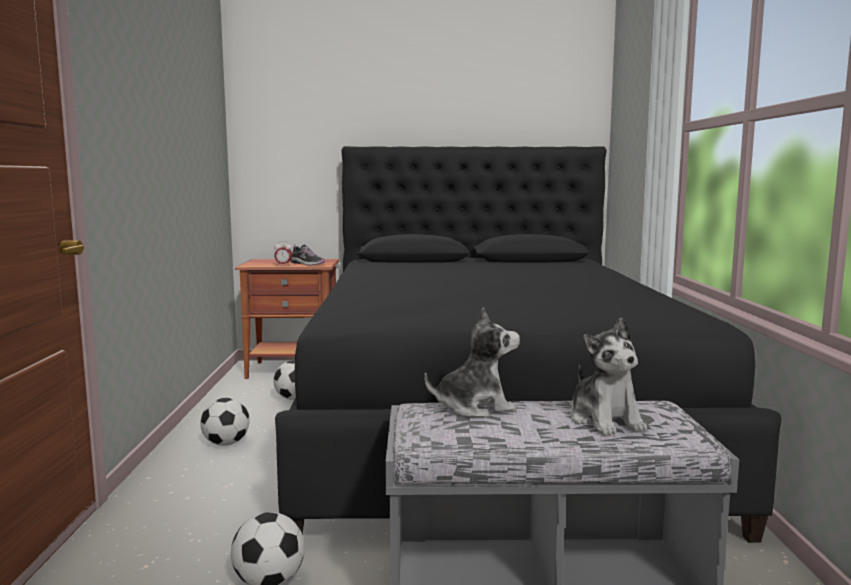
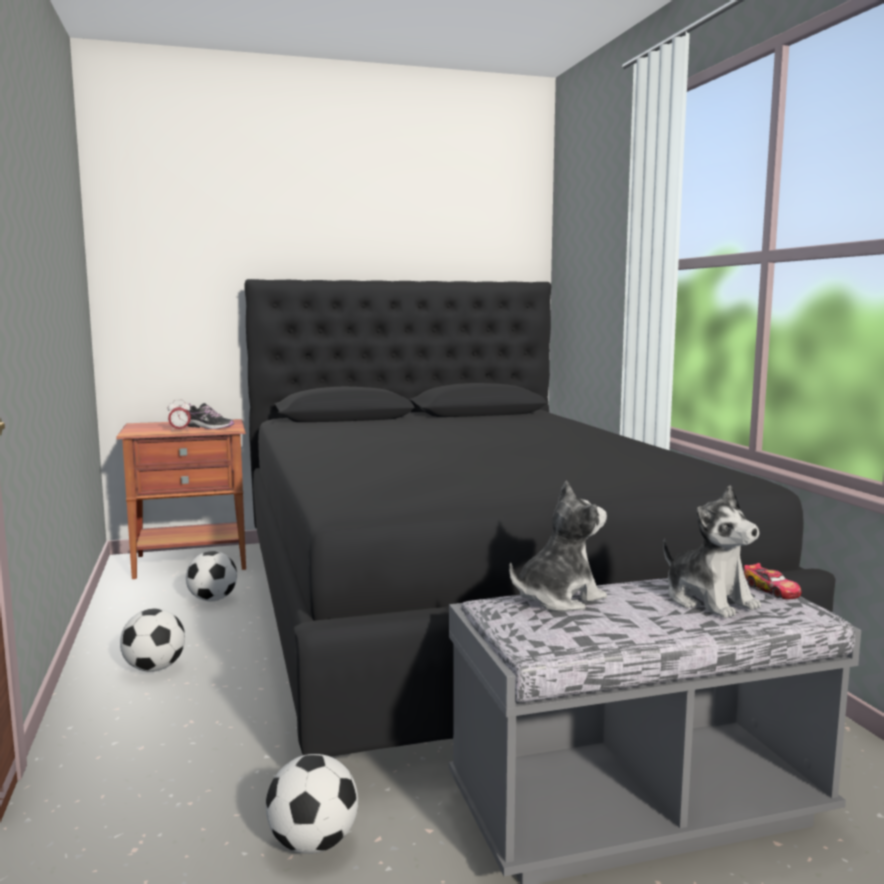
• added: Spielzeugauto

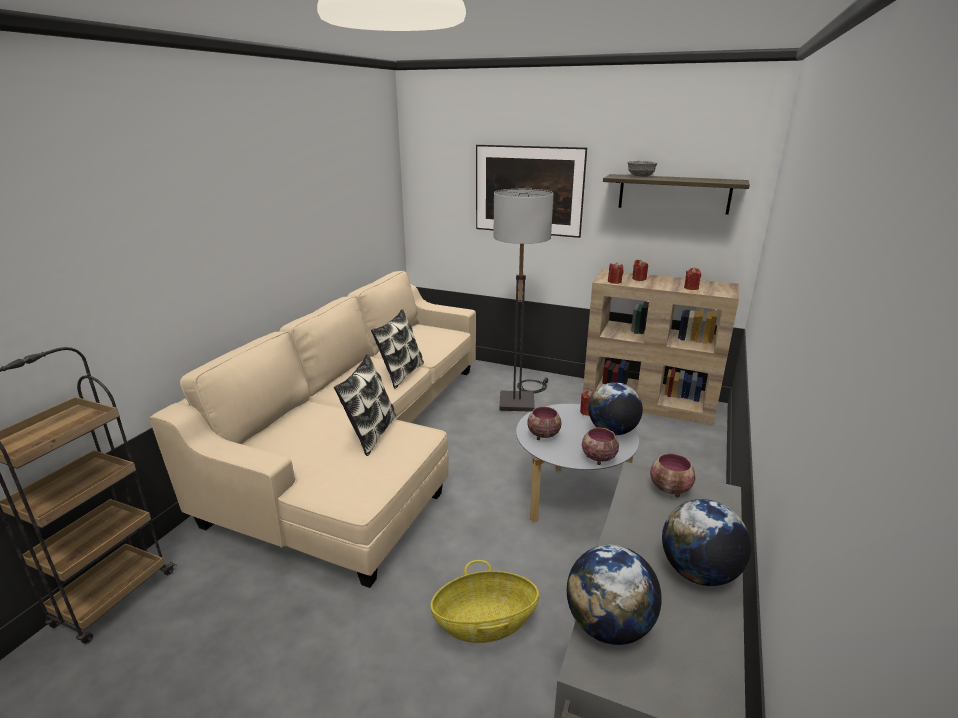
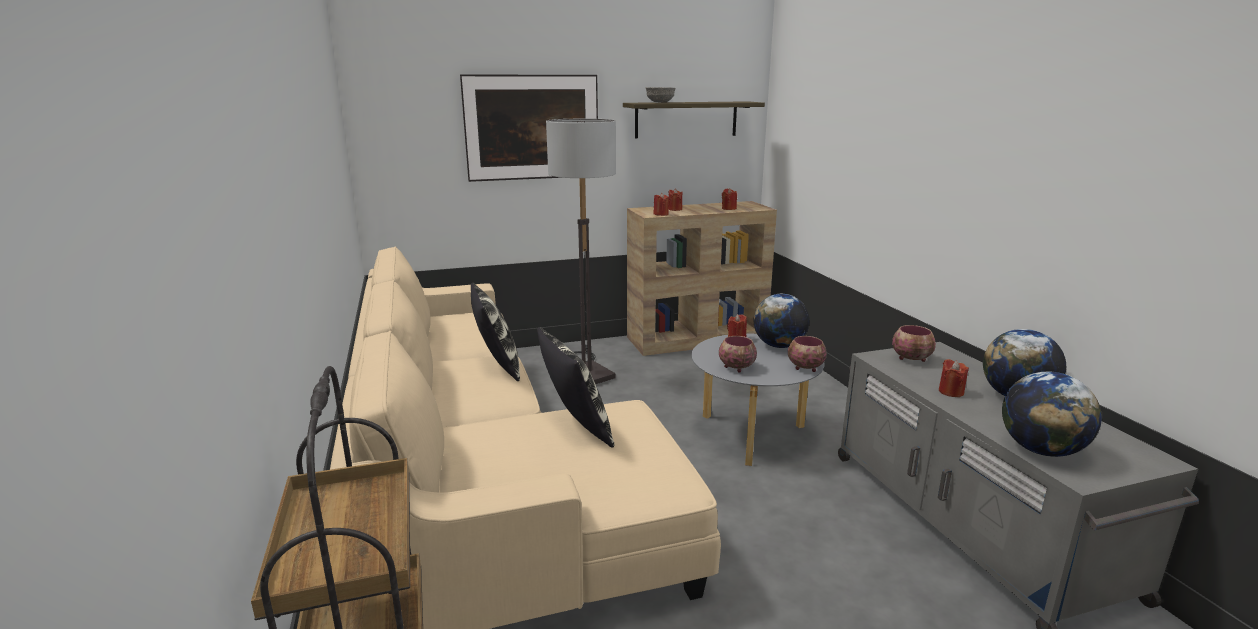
• added: Kerze (rot) (5th from left)
• removed: Korb

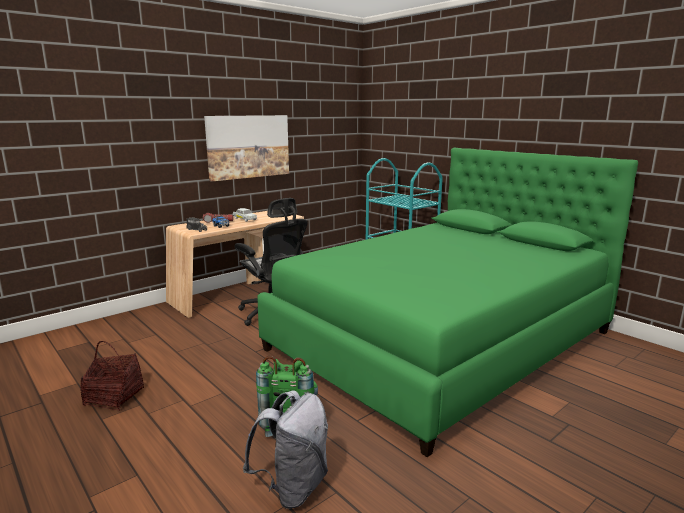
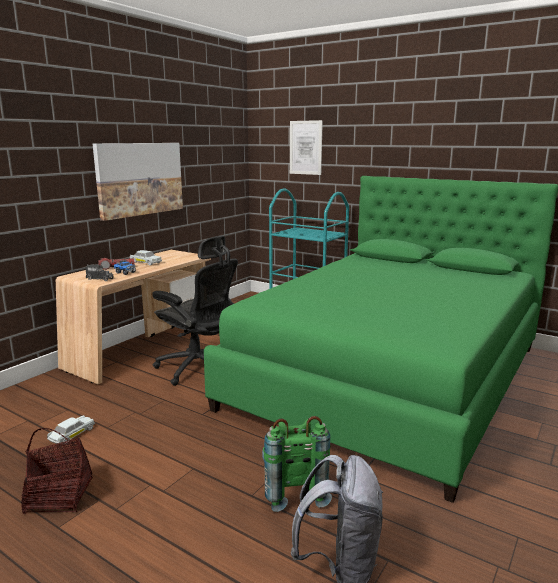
• added: Spielzeugauto (weiß) (1st from left)
• added: Bild (2nd from left)

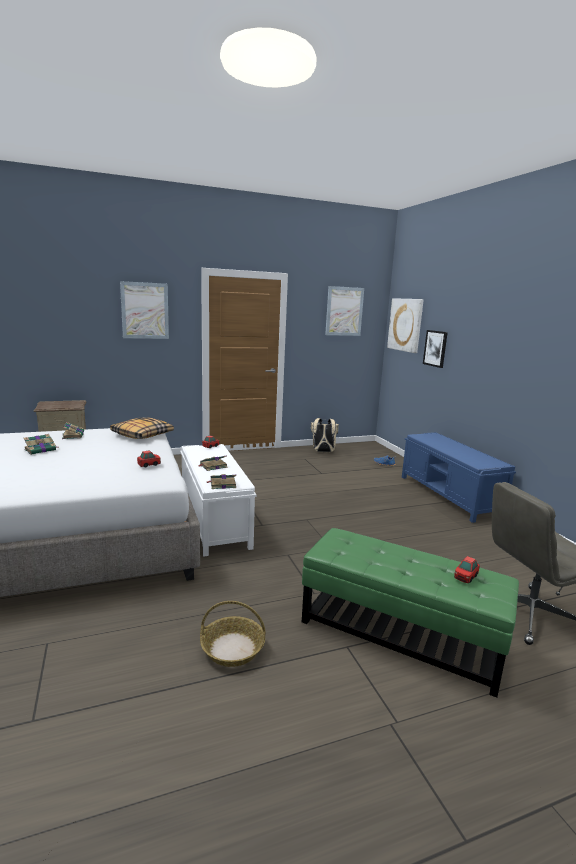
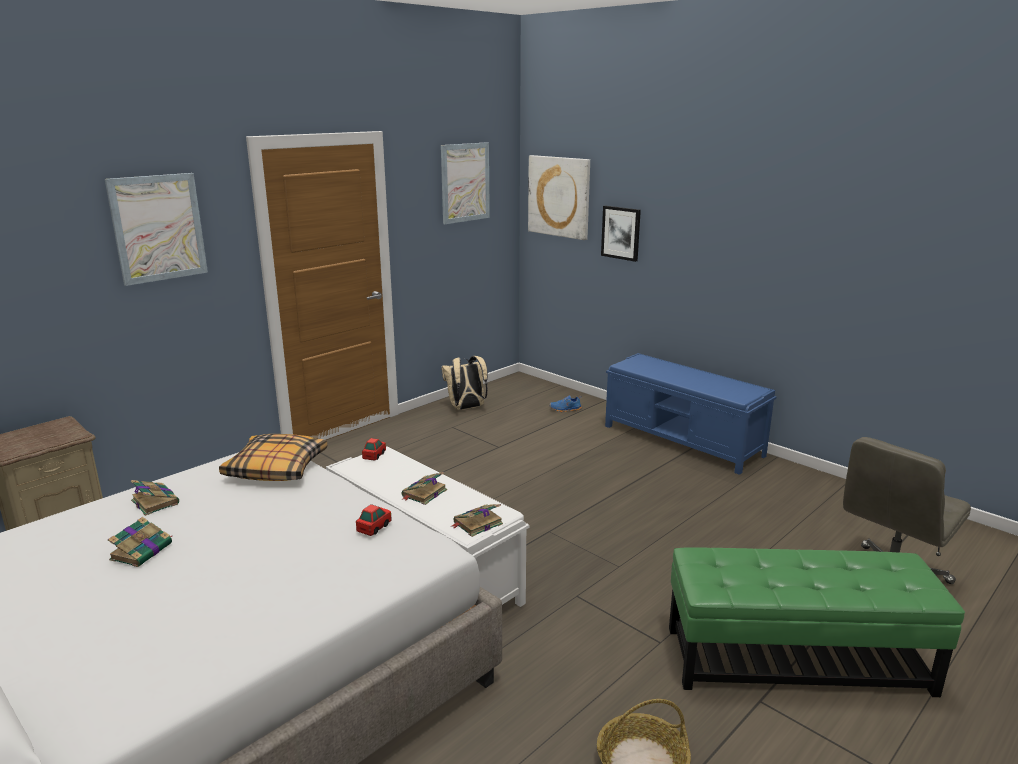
• removed: Spielzeugauto (3rd from left)

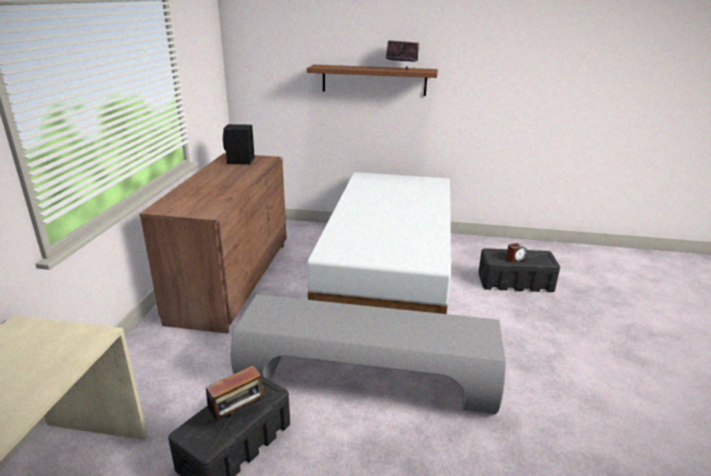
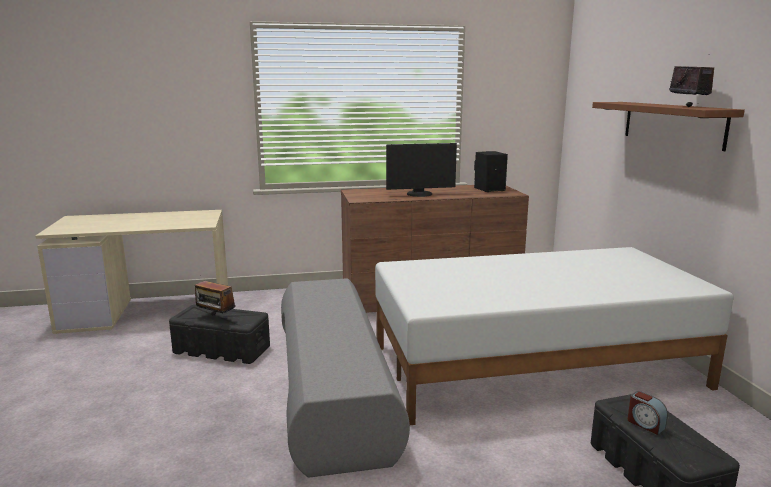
• added: Monitor

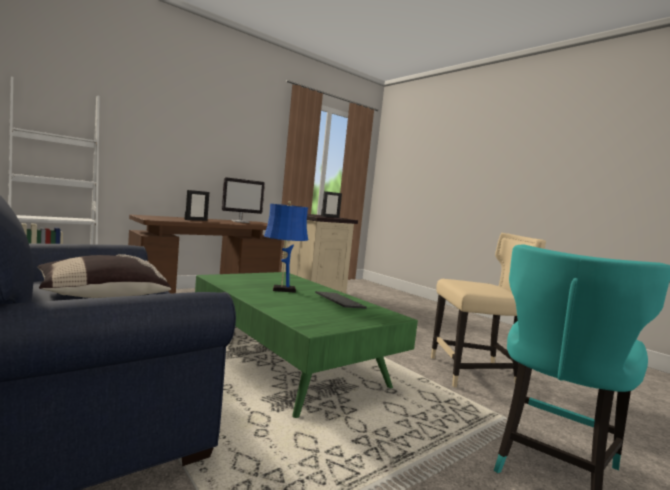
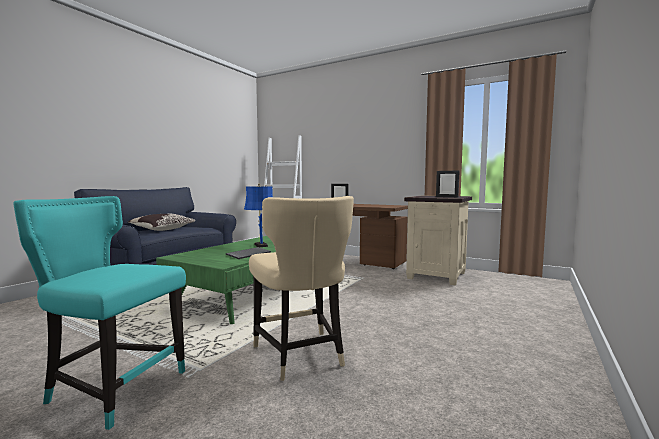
• removed: Monitor

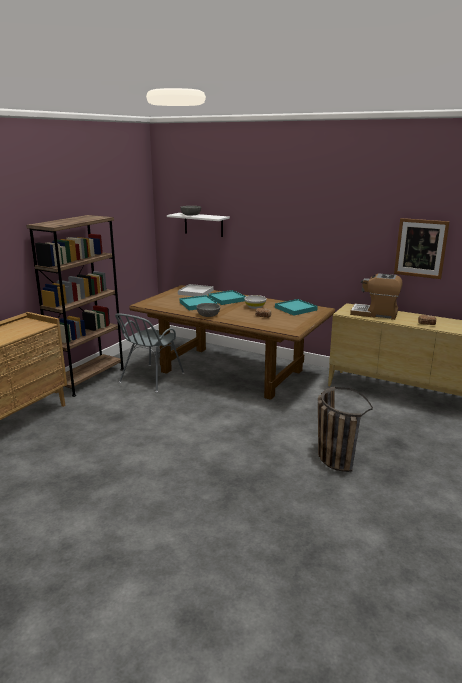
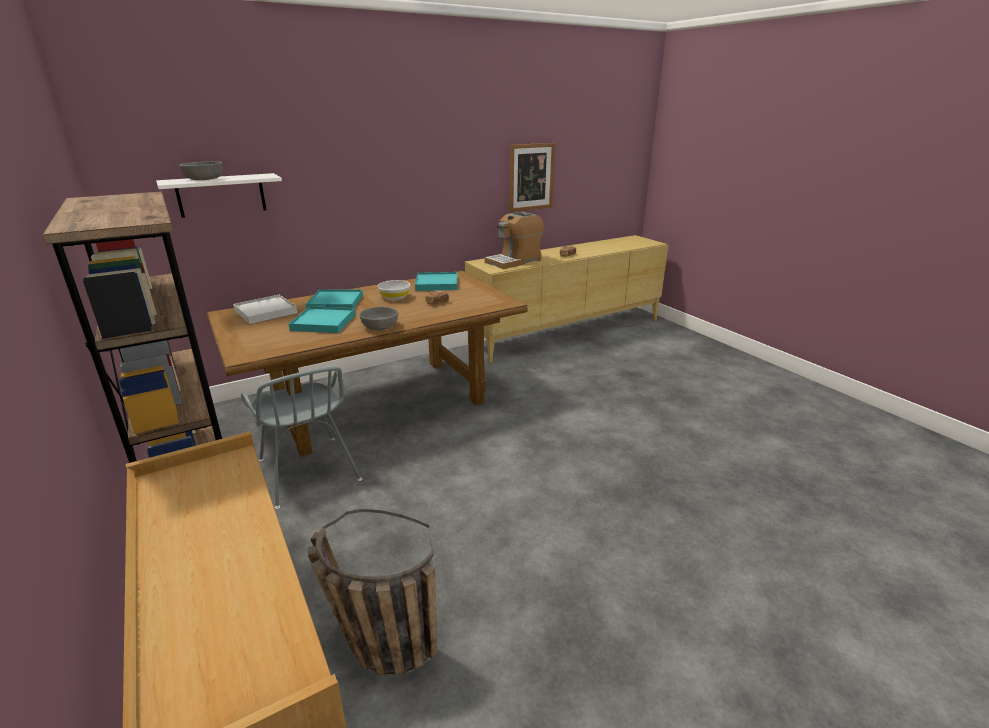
• moved: Korb

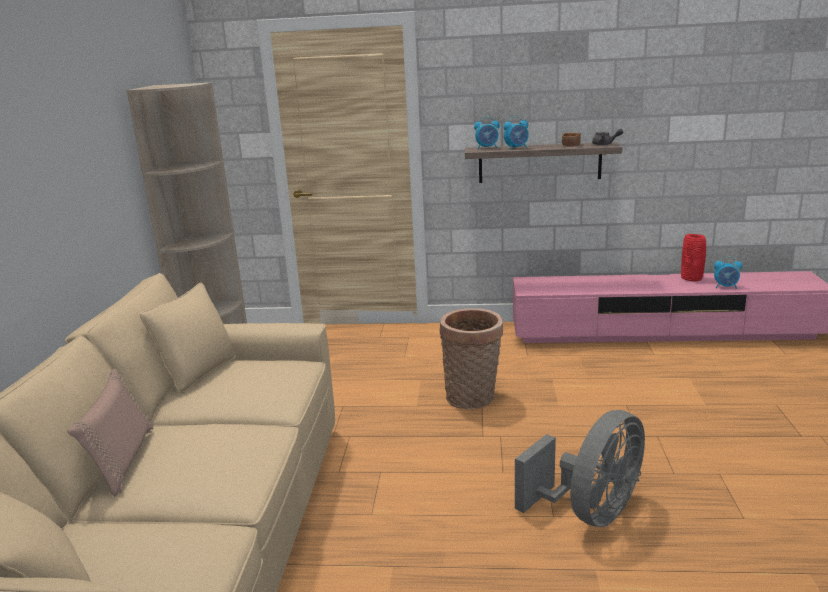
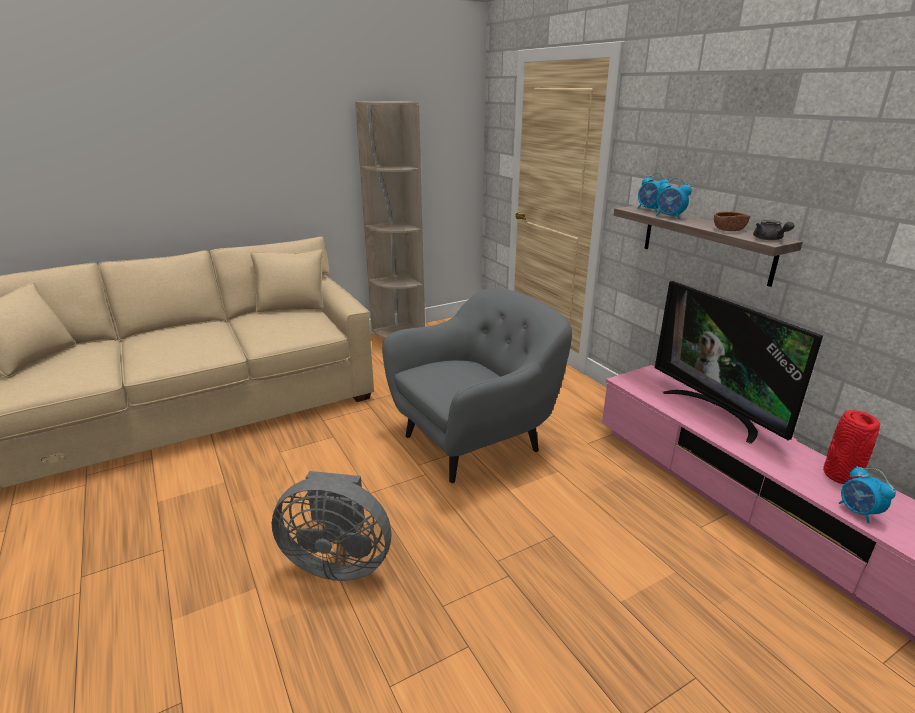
• replaced: Korb to Sessel (grau)
• added: Fernseher
• removed: Kissen (beige)

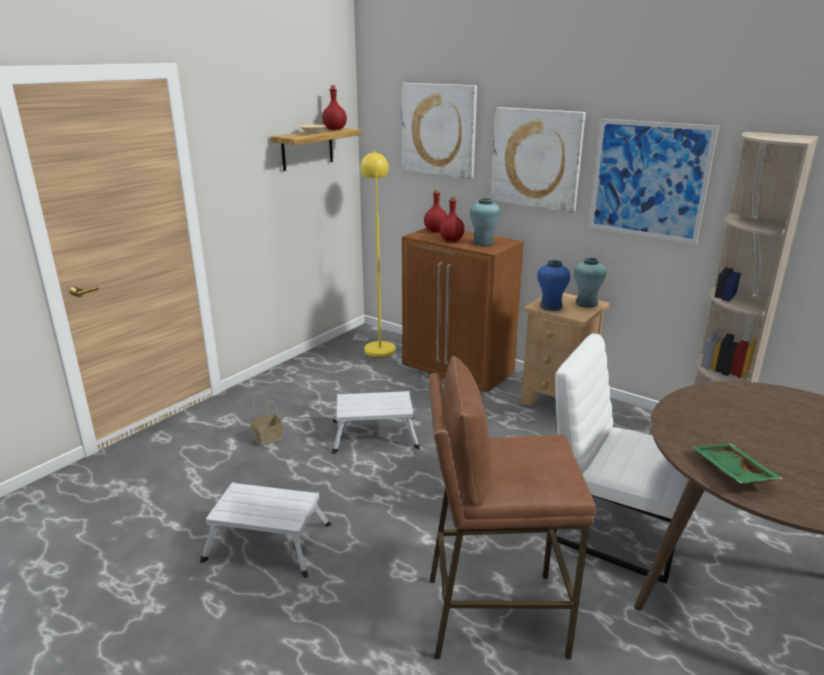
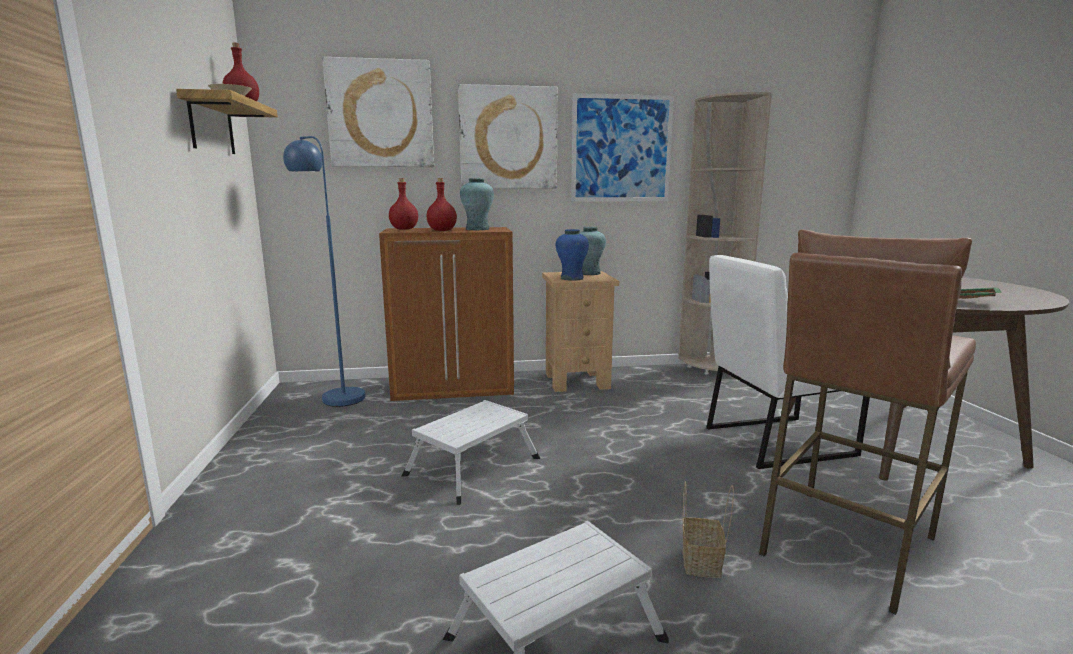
• recoloured: Stehlampe (gelb) to Stehlampe (blau)
• moved: Korb

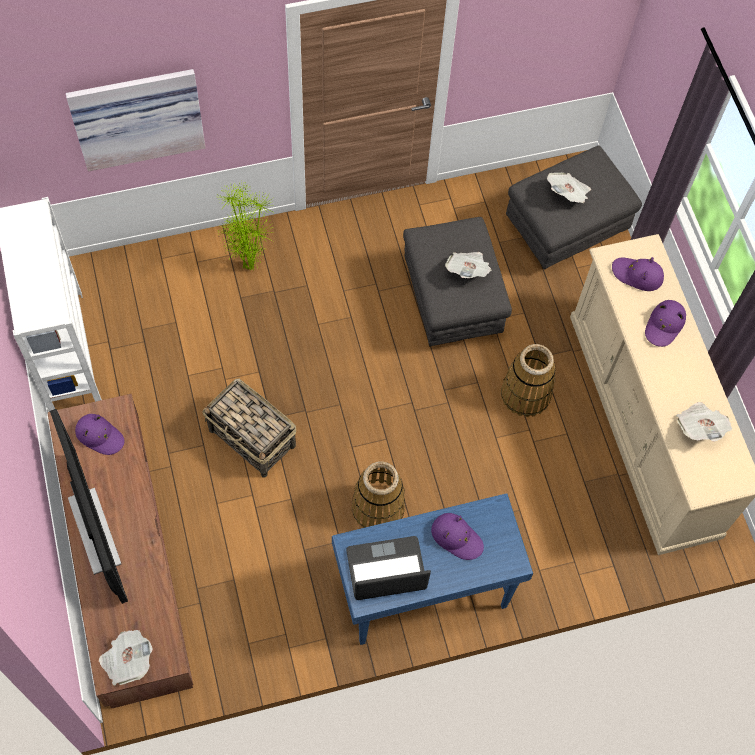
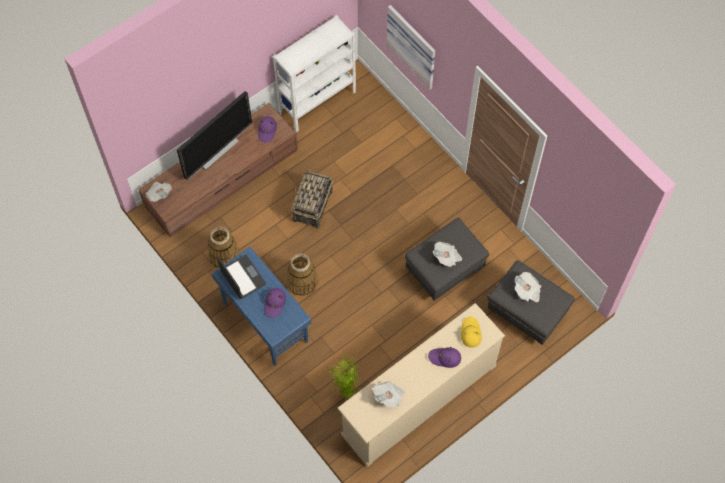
• moved: Korb (3rd from left in the first image) to Korb (1st from left)
• moved: Topfpflanze
• recoloured: Hut (lila) (3rd from left) to Hut (gelb)

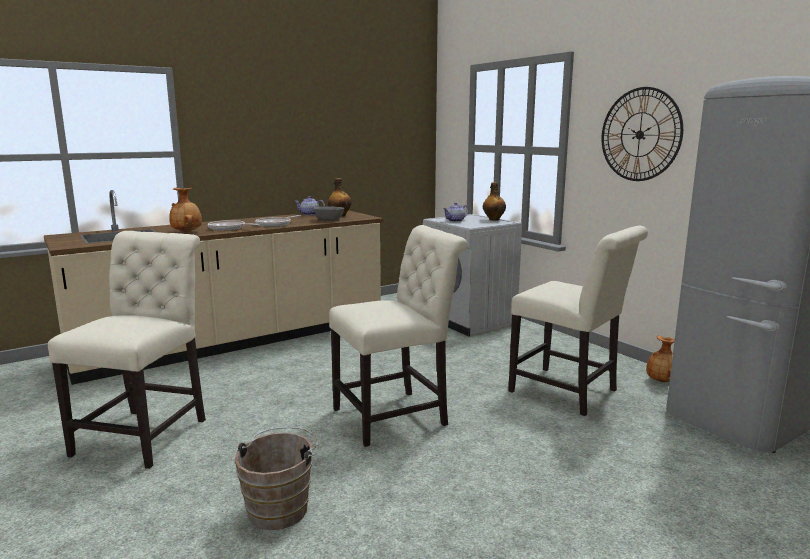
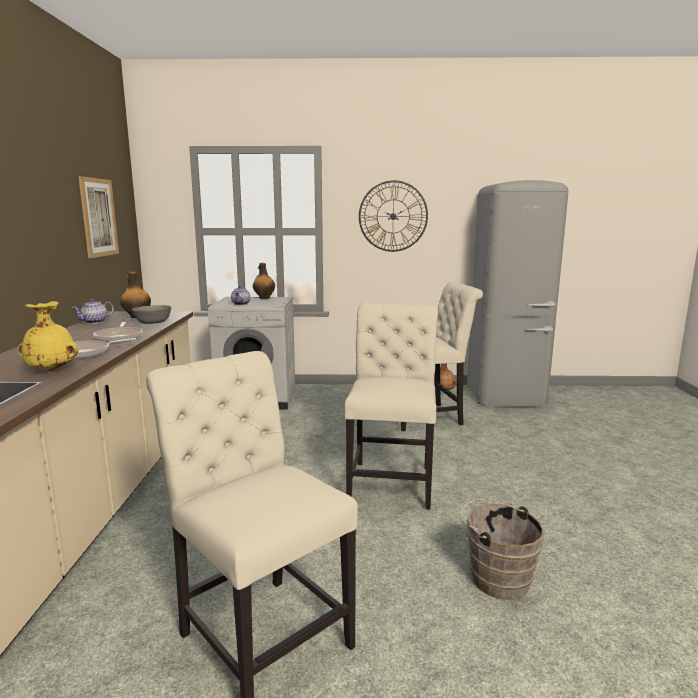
• recoloured: Vase (braun) (1st from left) to Vase (gelb)
• added: Bild

